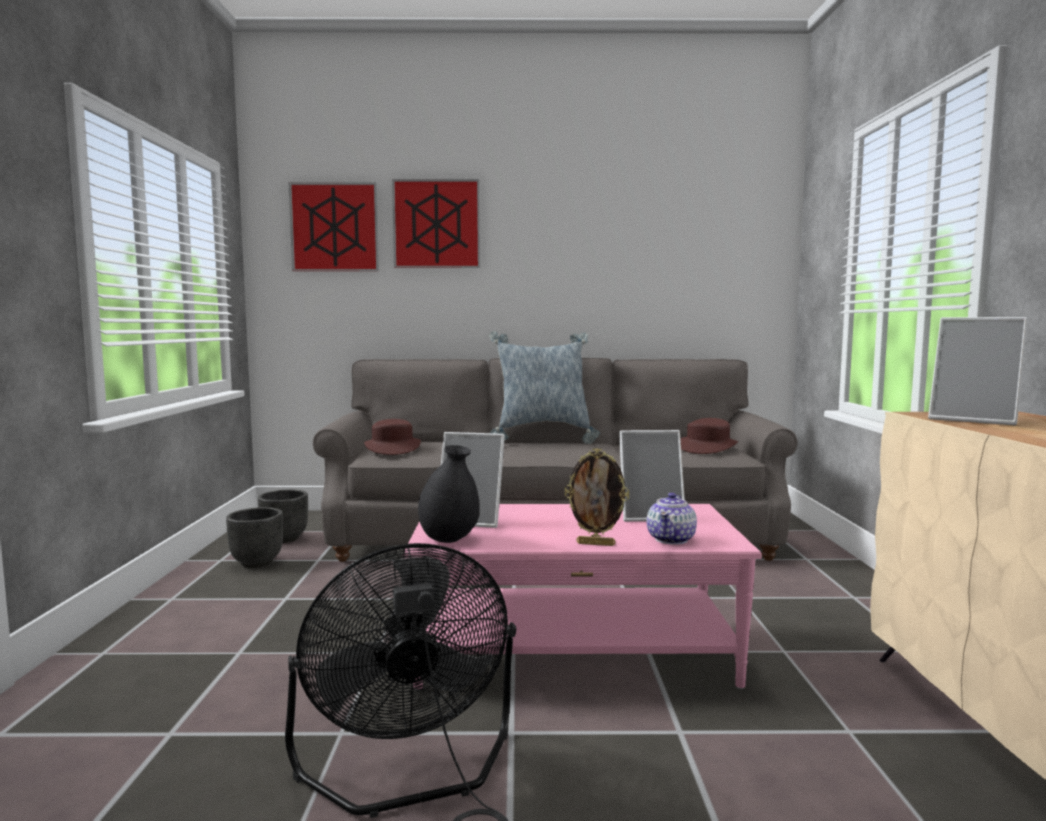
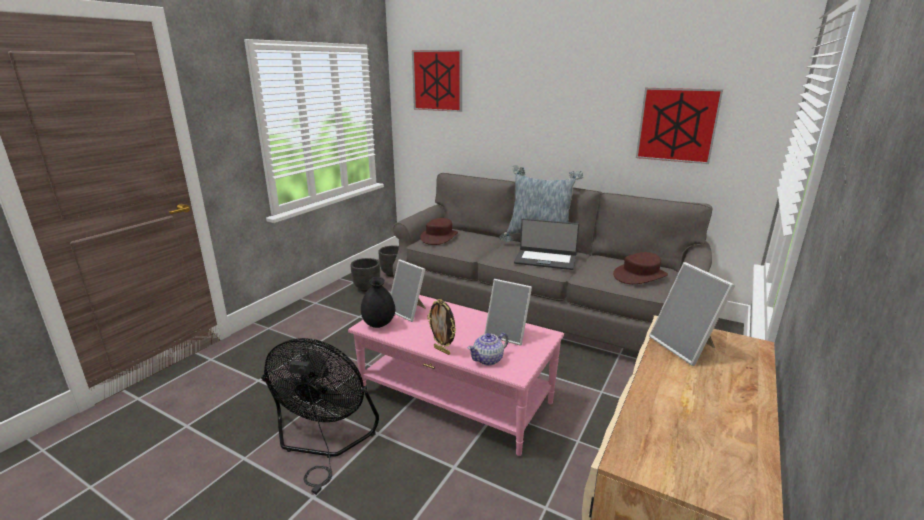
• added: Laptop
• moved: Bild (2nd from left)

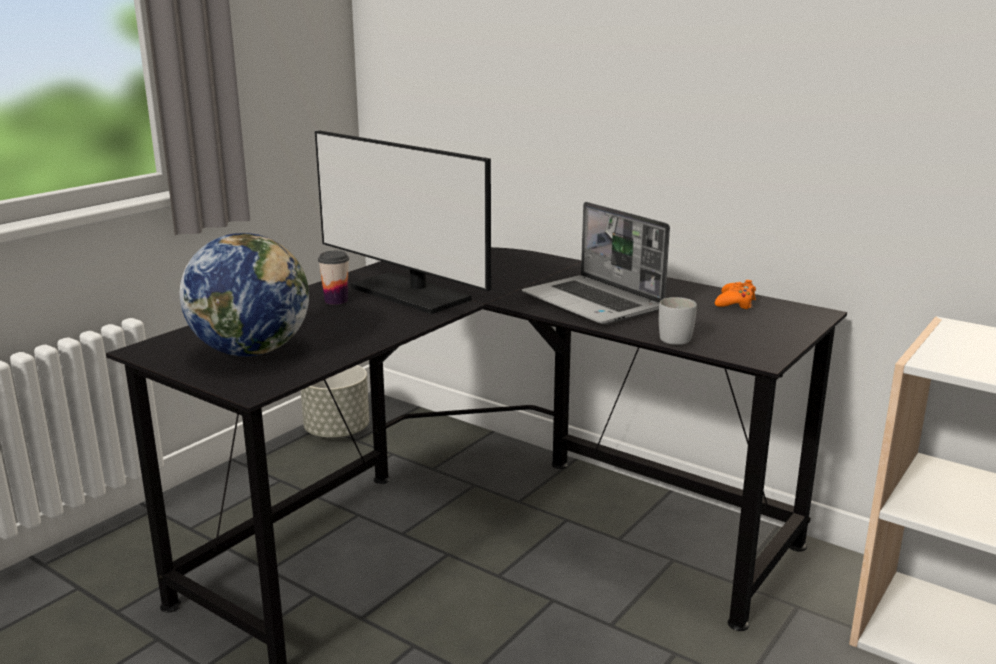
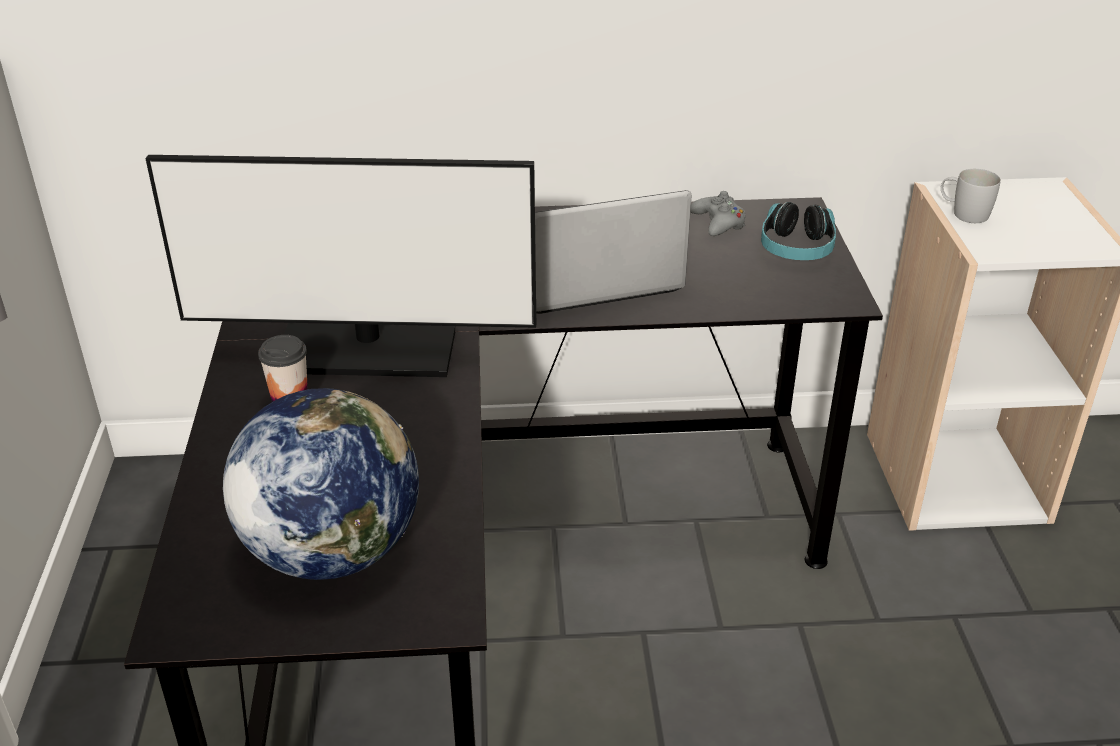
• turned: Laptop 150 degrees clockwise
• recoloured: Gamepad (orange) to Gamepad (grau)
• added: Kopfhörer
• moved: Henkelbecher (weiß)
• removed: Pflanzkübel (grau)

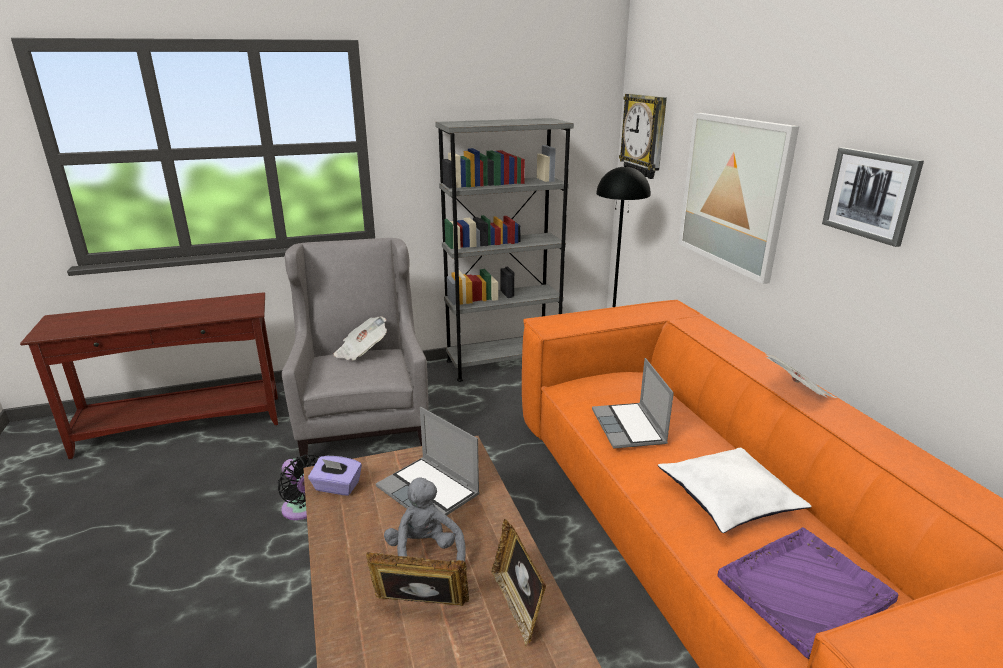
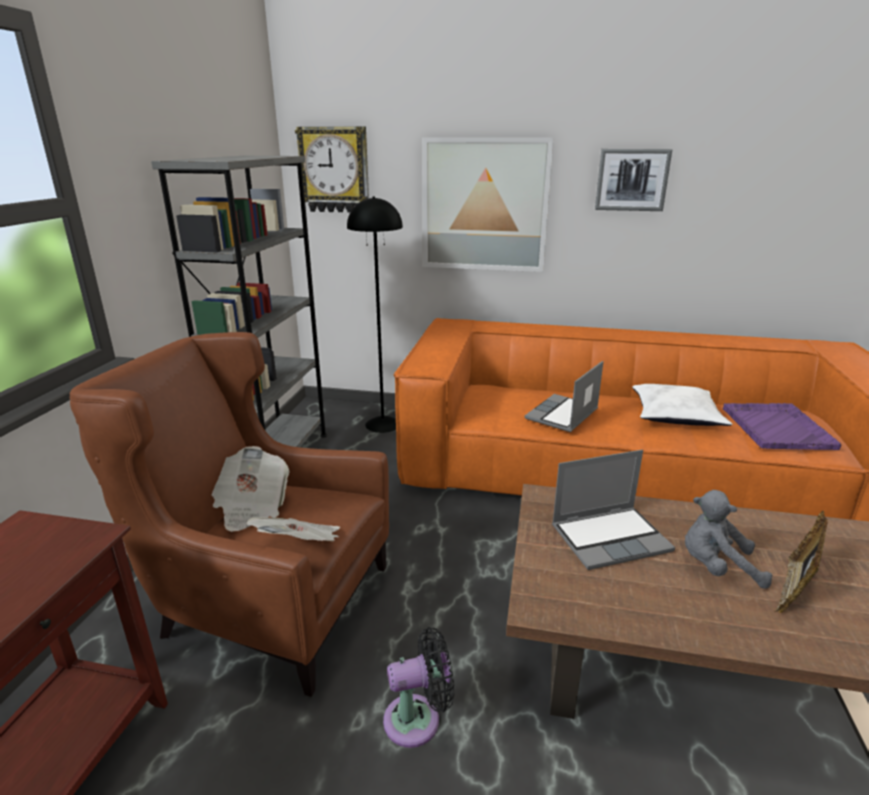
• recoloured: Sessel (grau) to Sessel (braun)
• moved: Zeitung (2nd from left)
• turned: Laptop (2nd from left in the first image) 105 degrees clockwise
• removed: Taschentuchbox (lila)
• removed: Bilderrahmen (2nd from left)

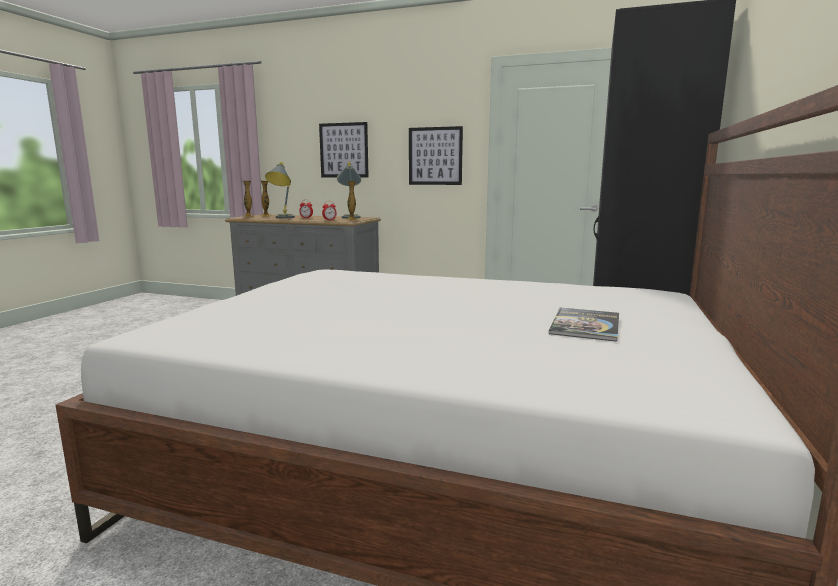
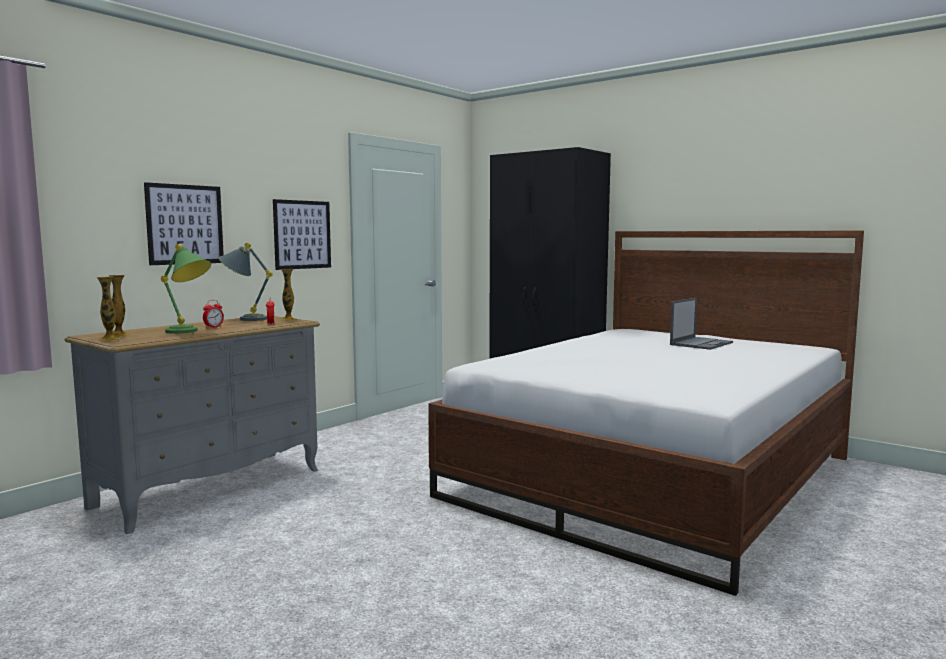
• recoloured: Tischlampe (grau) (1st from left) to Tischlampe (grün)
• replaced: Buch to Laptop

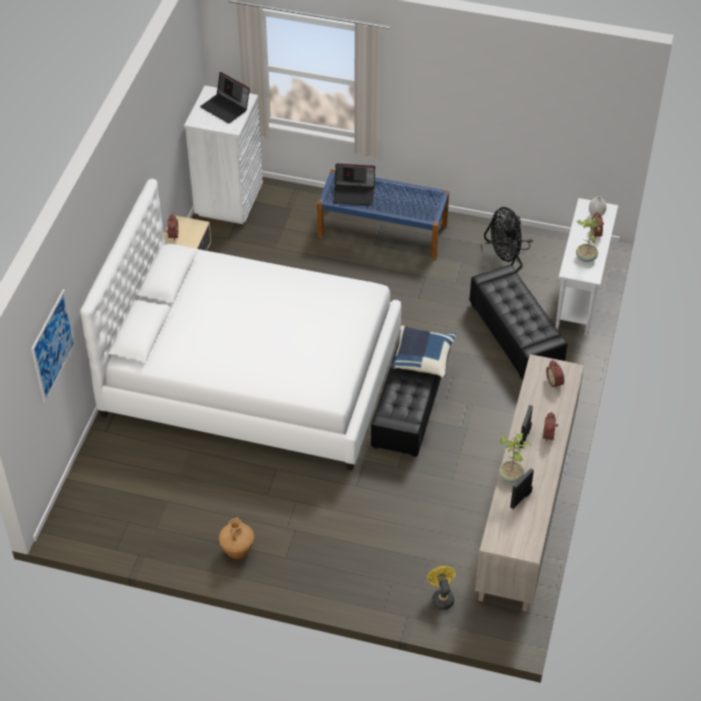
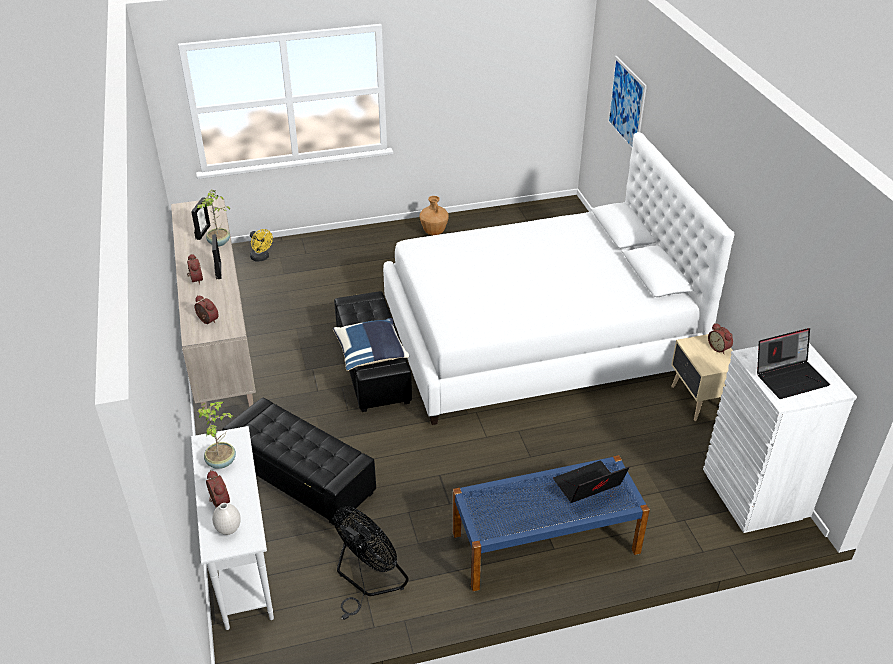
• turned: Laptop (1st from left in the first image) 150 degrees clockwise

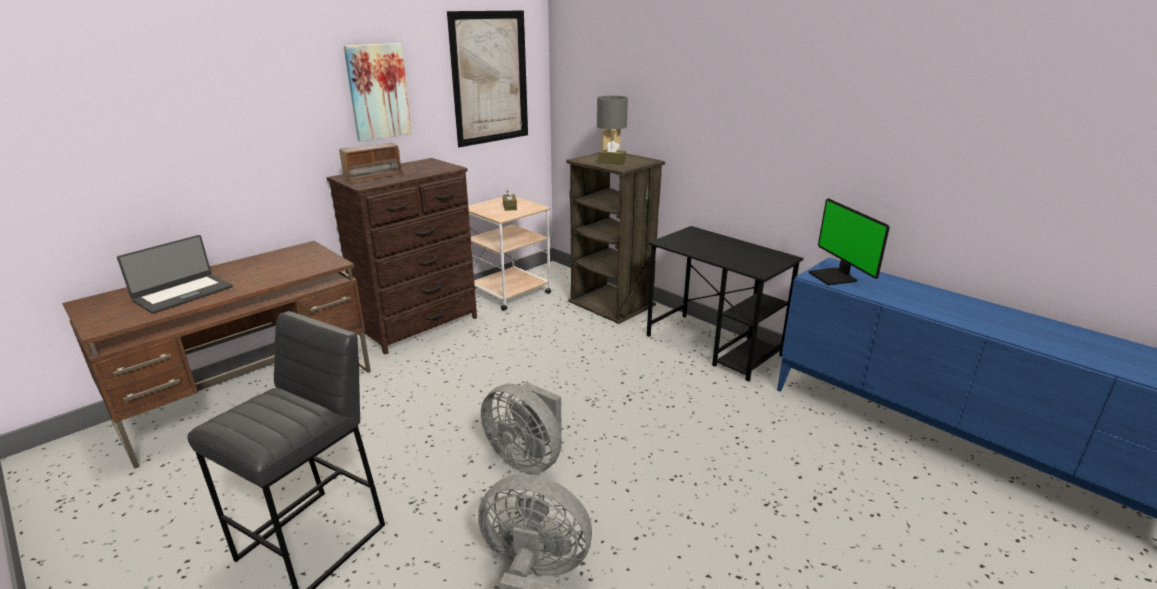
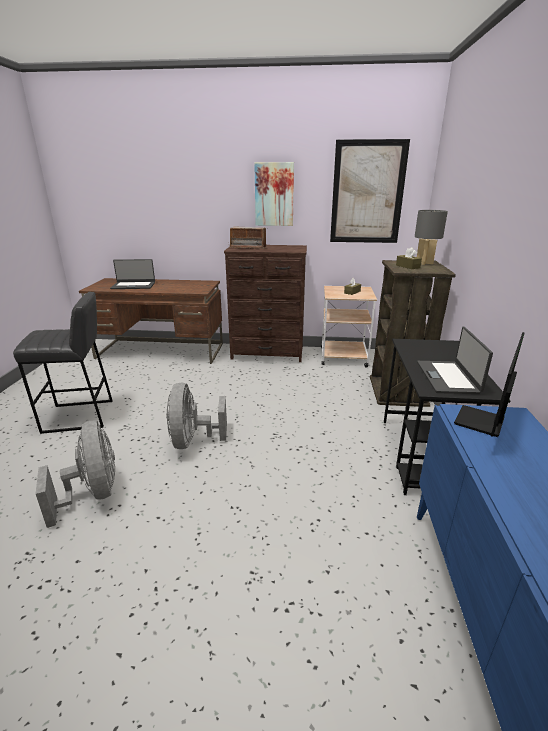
• added: Laptop (2nd from left)

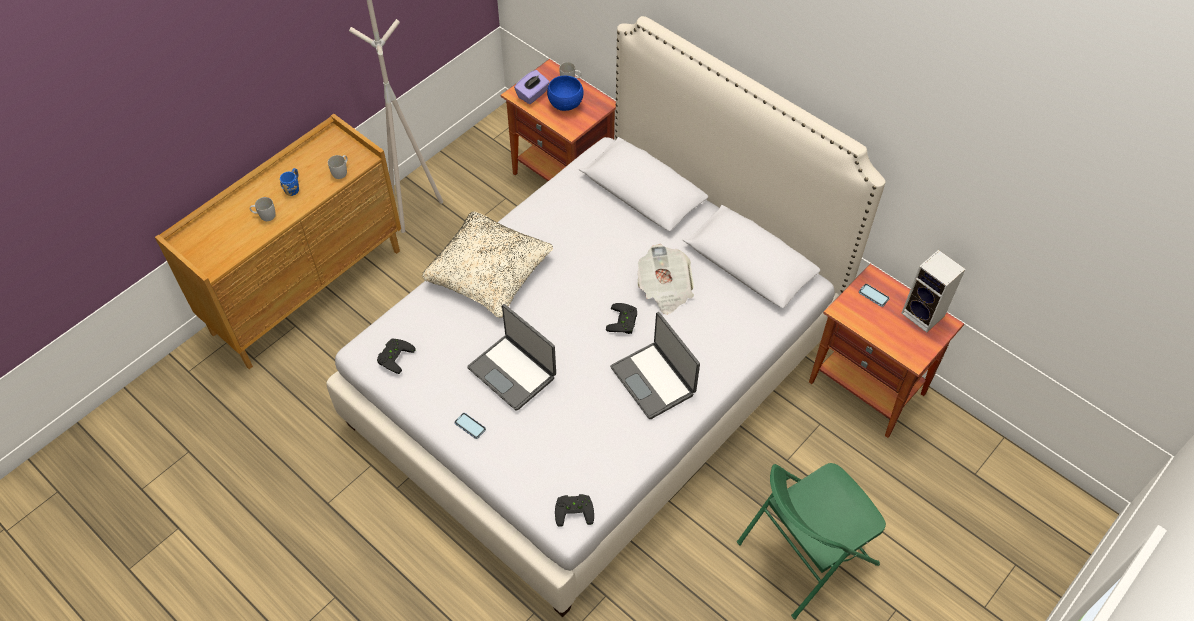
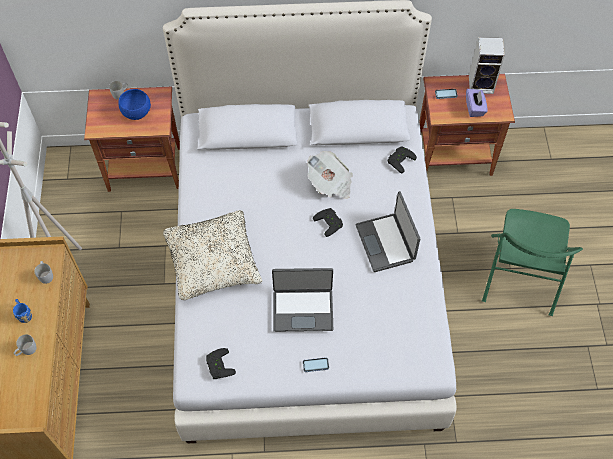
• turned: Laptop (2nd from left) 60 degrees clockwise
• moved: Gamepad (schwarz) (2nd from left in the first image) to Gamepad (schwarz) (3rd from left)
• moved: Taschentuchbox (lila)

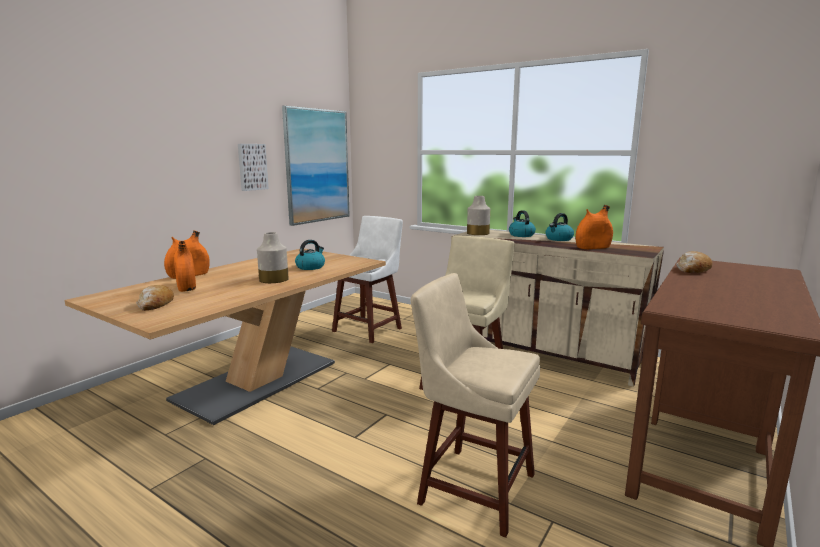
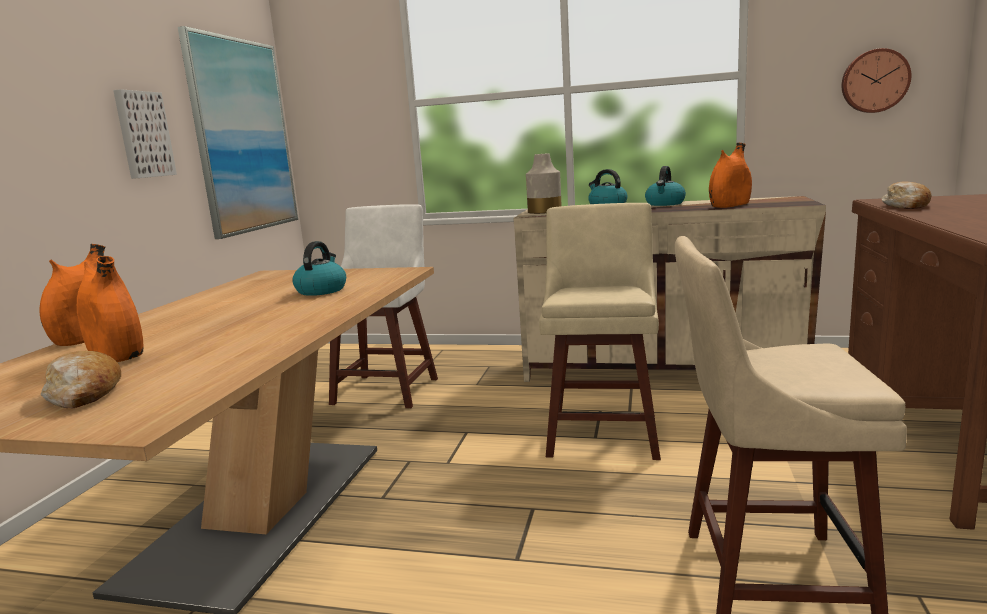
• added: Wanduhr
• removed: Vase (beige) (1st from left)

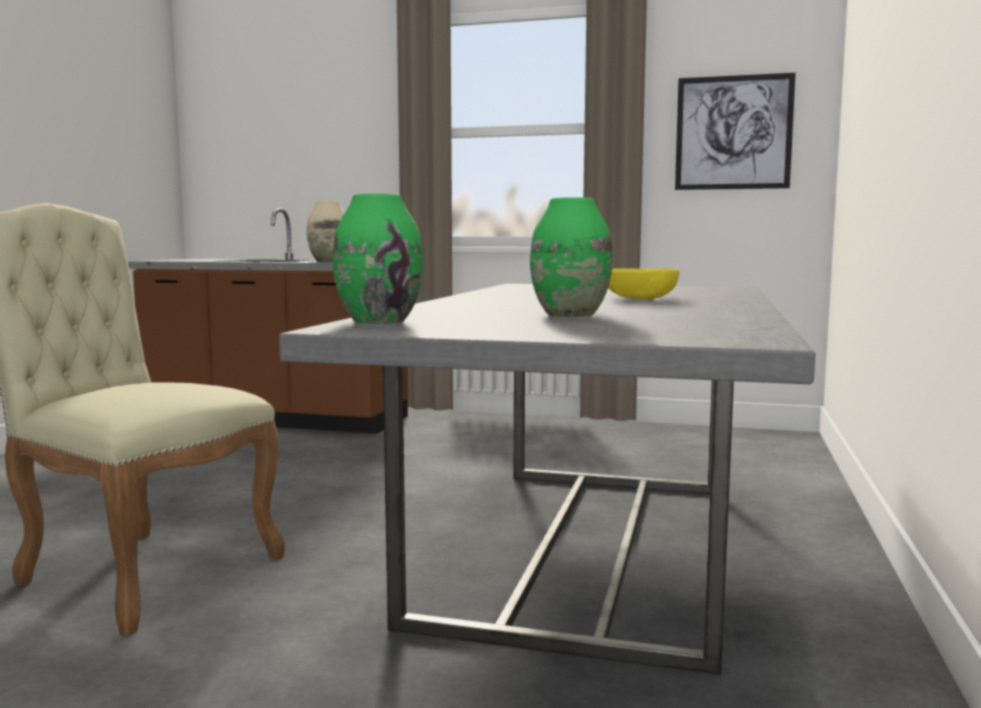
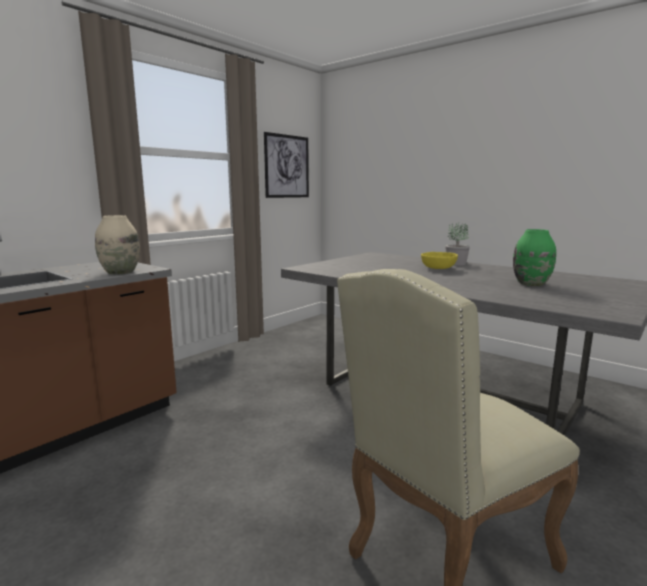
• added: Topfpflanze
• removed: Vase (grün) (1st from left)

